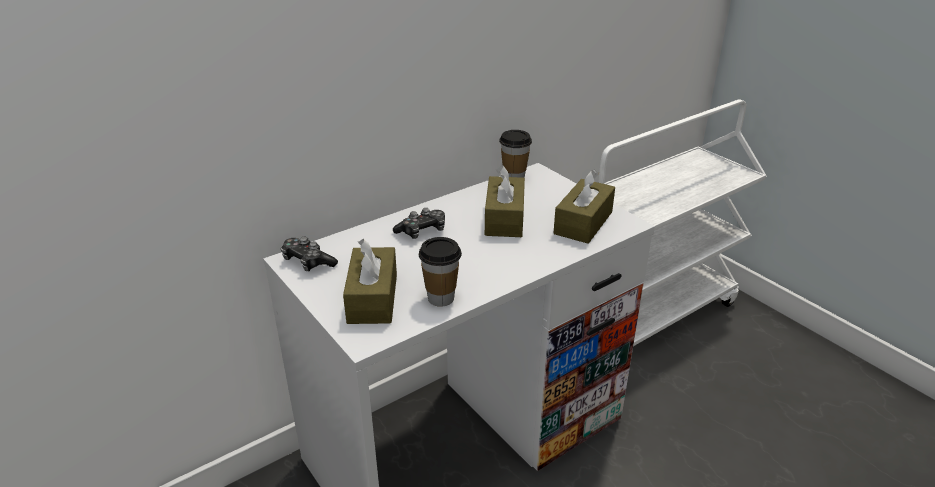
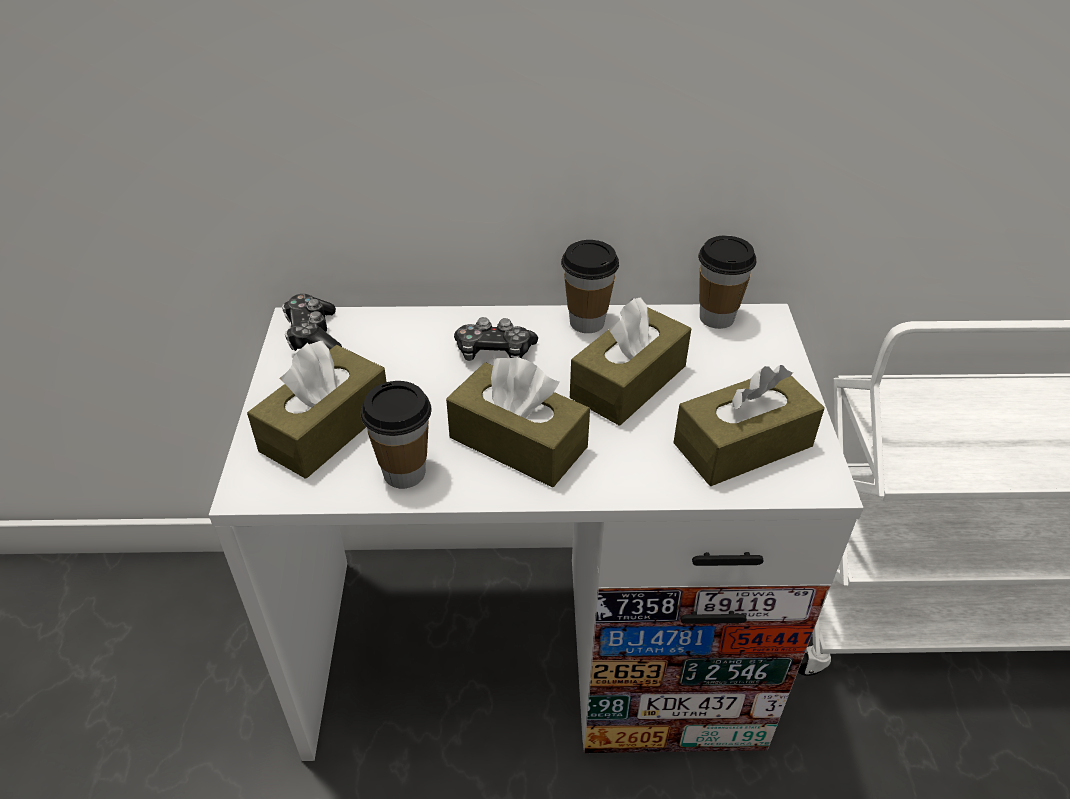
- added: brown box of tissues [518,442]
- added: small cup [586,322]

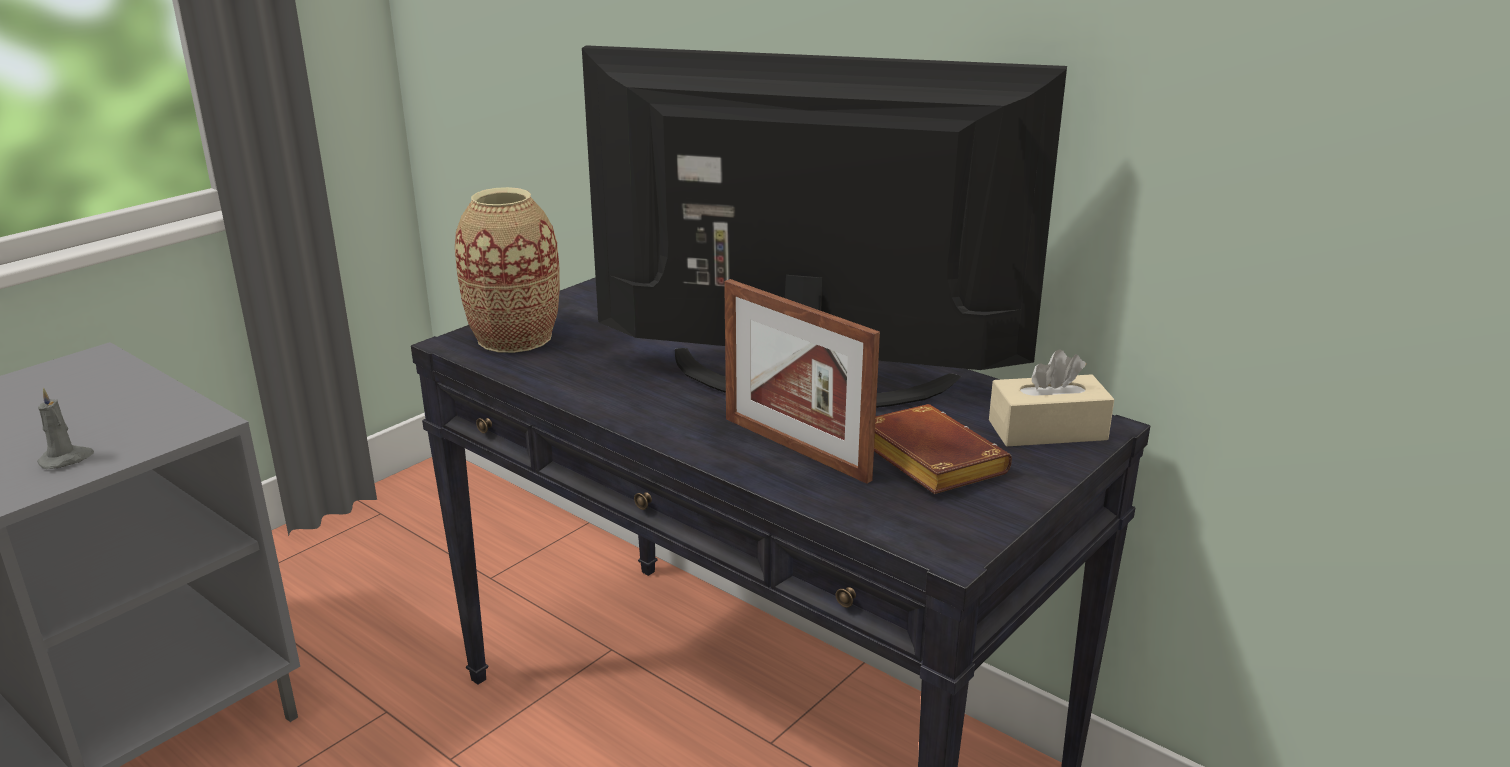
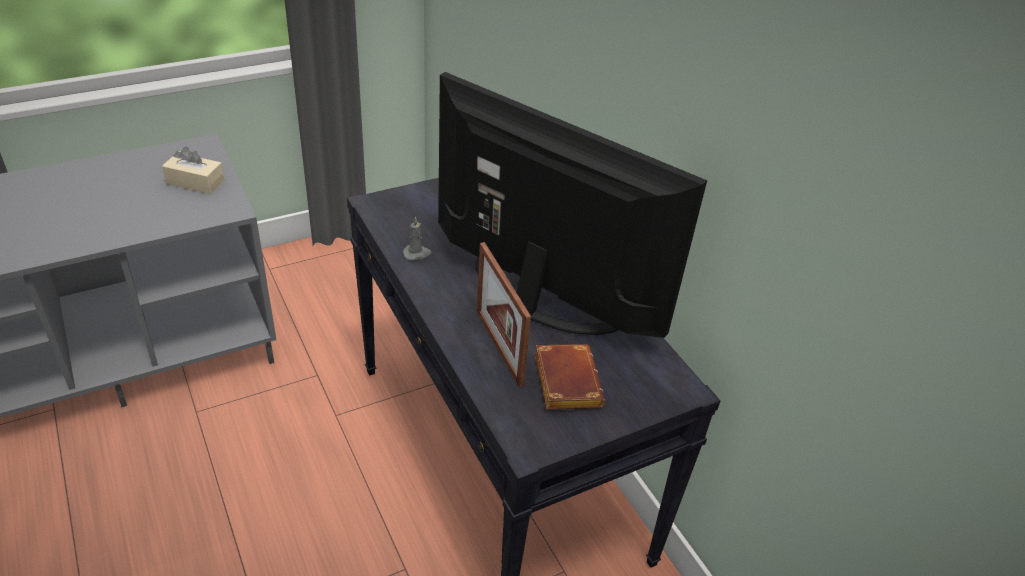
- removed: vase [514,337]
- moved: gray wax light [67,459] to [417,253]
- moved: beige-coloured box of tissues [1047,430] to [195,182]

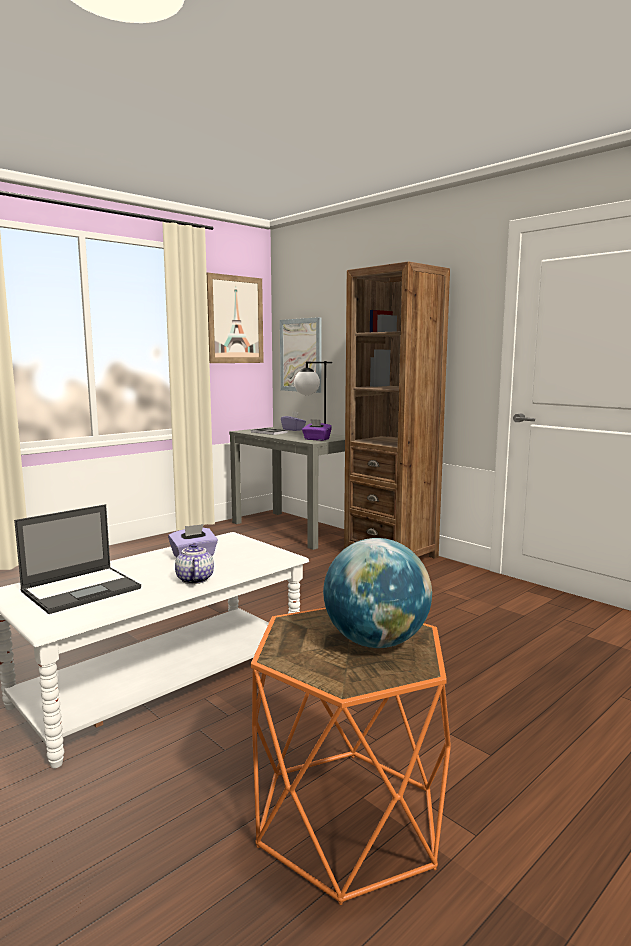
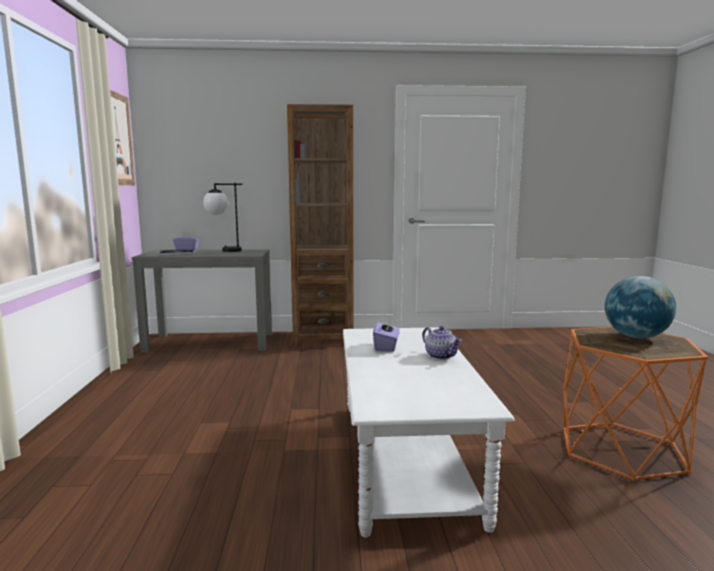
- removed: laptop [82,589]
- removed: wall picture [301,355]
- removed: purple box of tissues [316,439]
- turned: teapot [194,579] = [441,356] 150 degrees counterclockwise

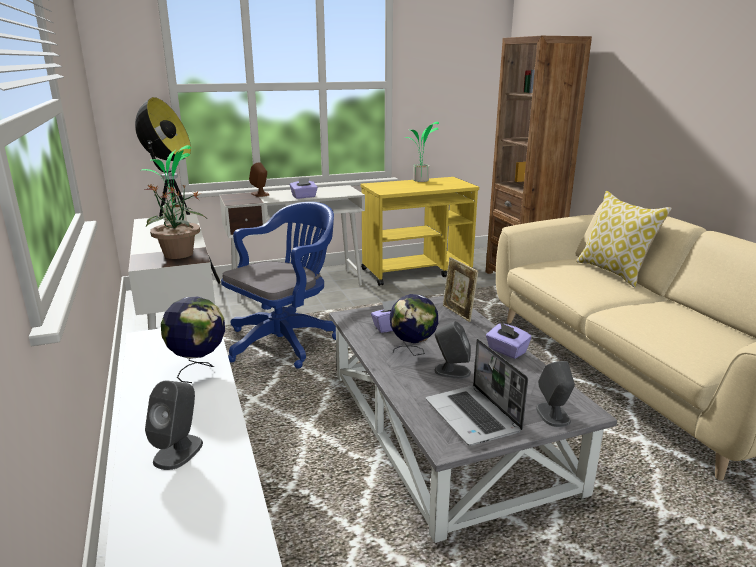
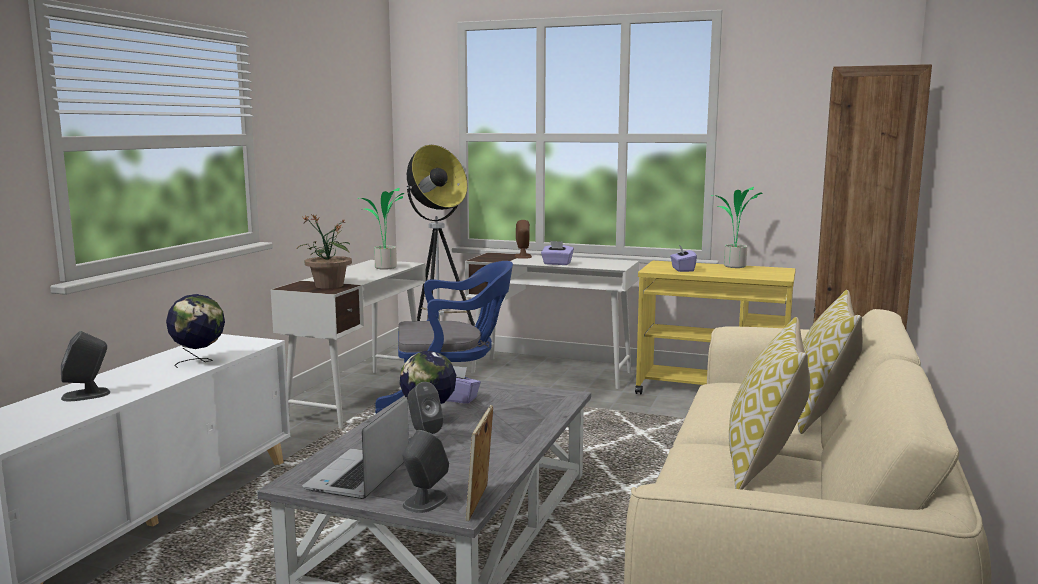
- added: throw pillow [763,465]
- moved: picture frame [458,313] to [480,504]
- moved: purple box of tissues [506,351] to [682,269]

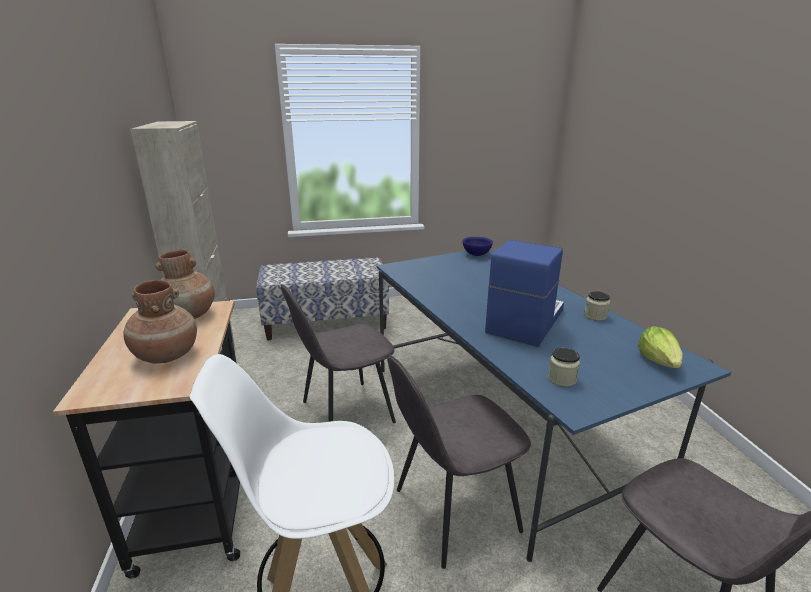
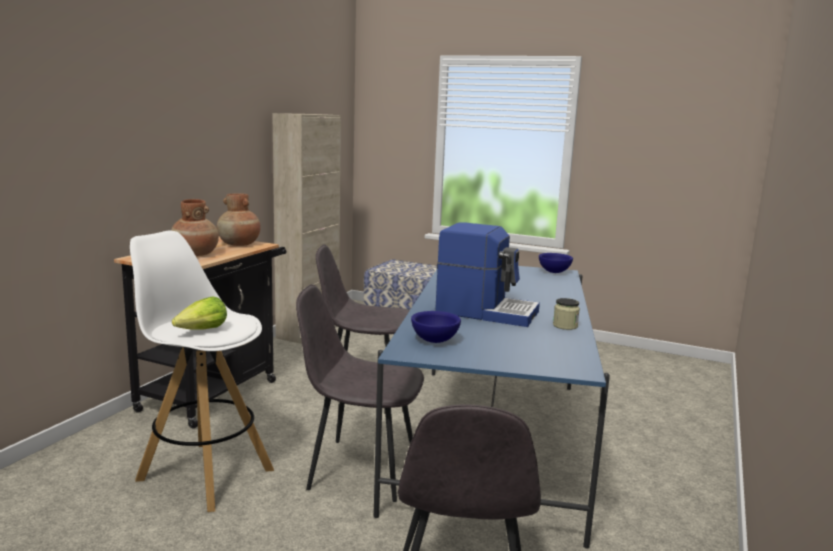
- moved: lettuce [659,361] to [203,330]
- replaced: storage jar [562,379] to blue deep dish [434,340]
- turned: coffee machine [524,321] = [486,312] 45 degrees clockwise

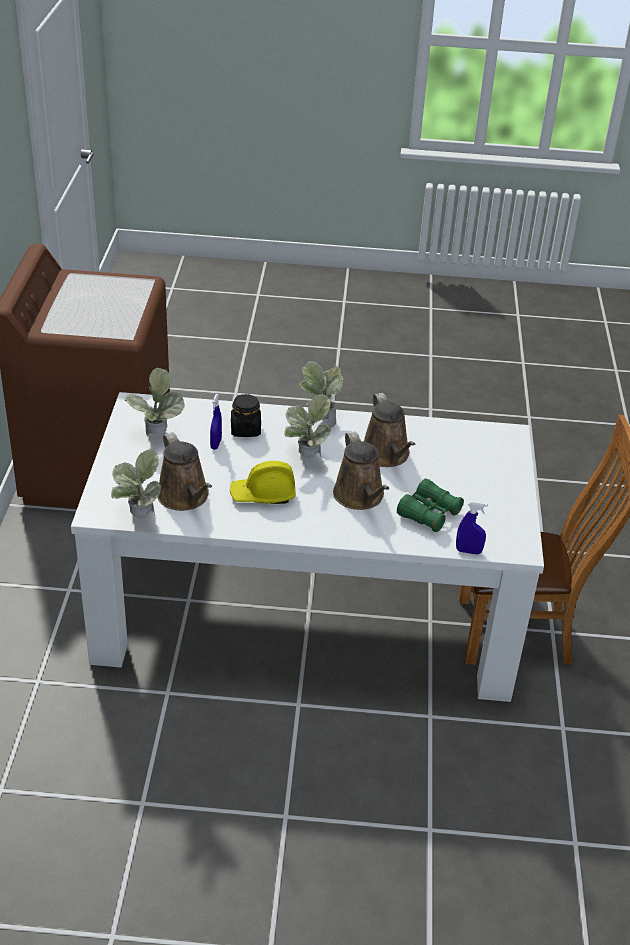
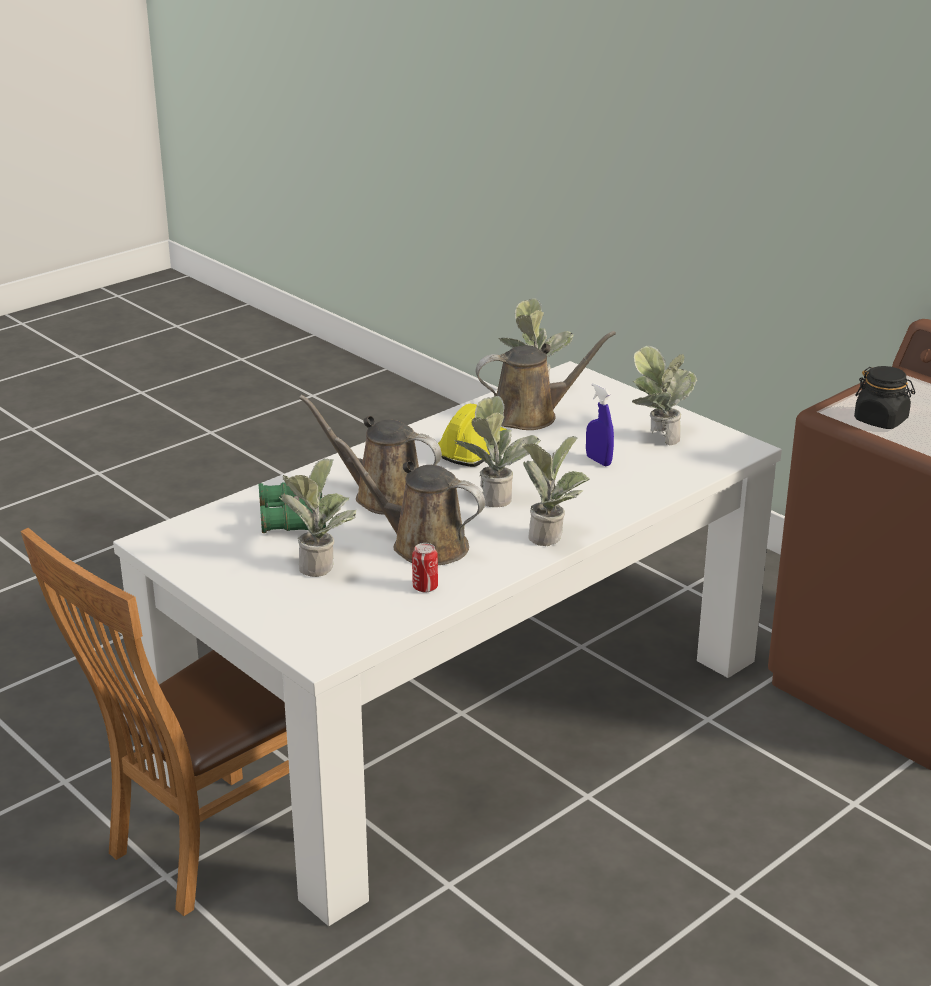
- removed: blue spray bottle [468,551]
- added: potted plant [320,564]
- added: metal can [425,587]
- moved: black-coloured storage jar [245,429] to [881,420]
- turned: brown watering can [185,497] = [531,415] 150 degrees clockwise

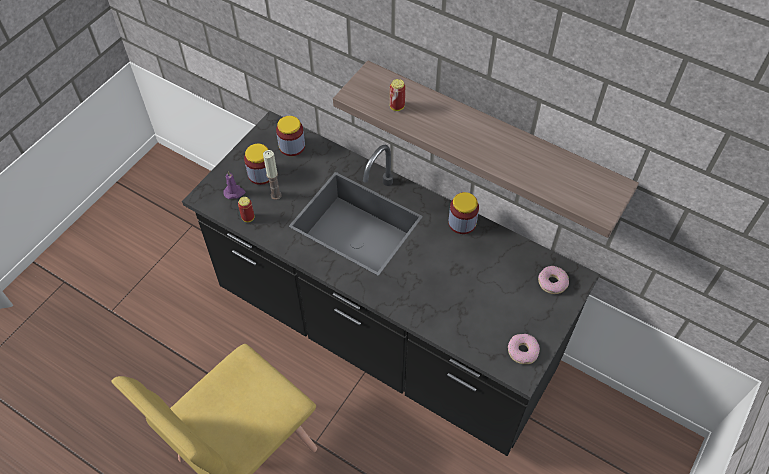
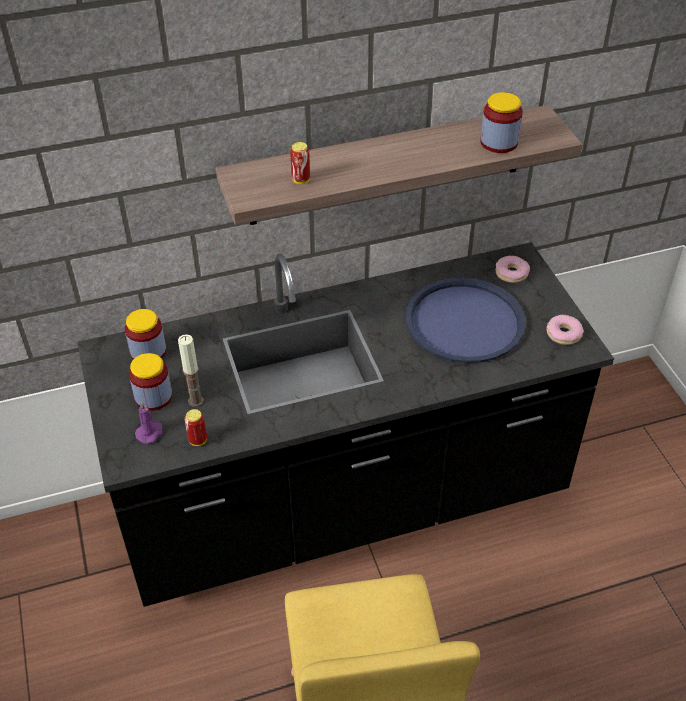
- added: blue serving tray [464,321]
- moved: storage jar [462,223] to [499,142]

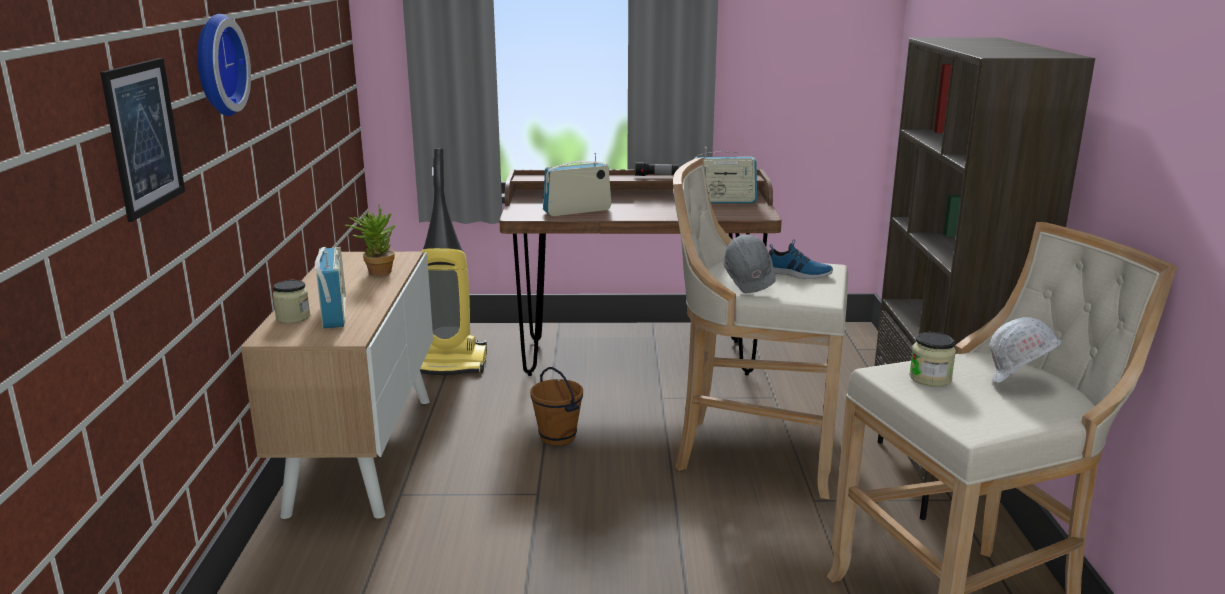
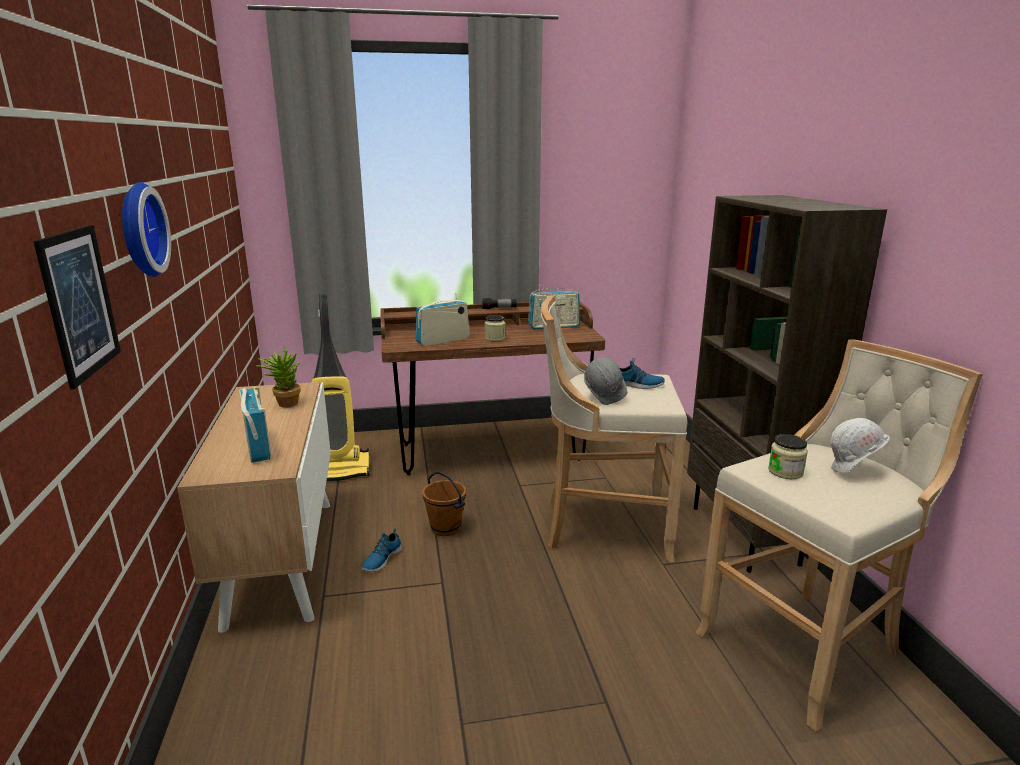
- added: item of footwear [381,559]
- moved: storage jar [293,317] to [494,338]

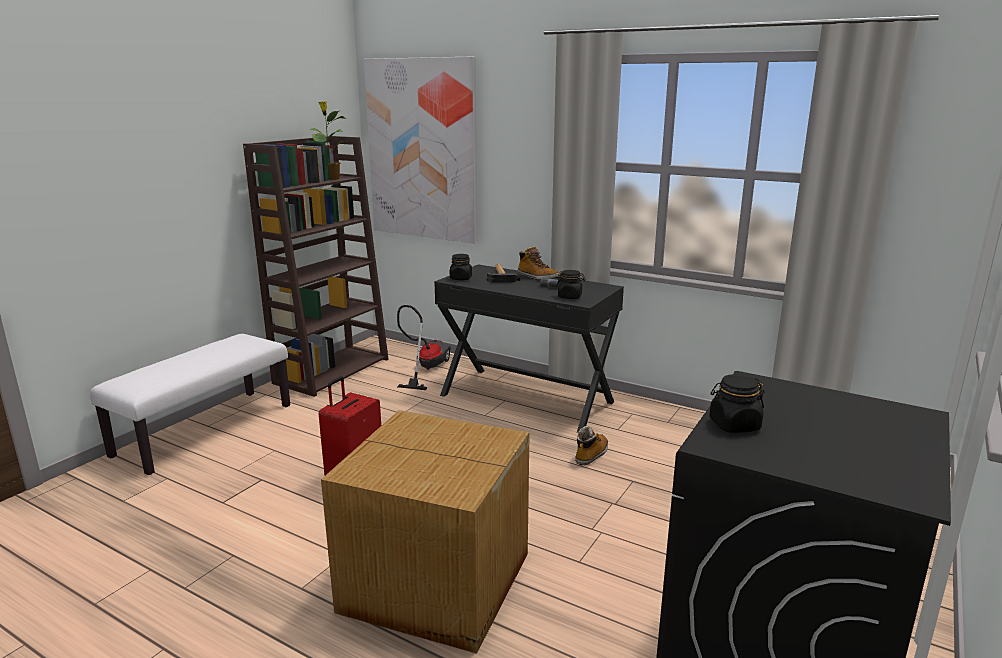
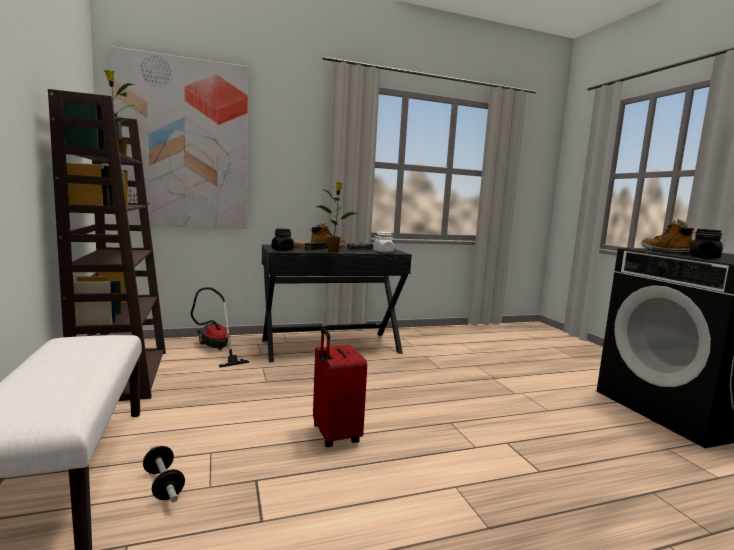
- removed: carton [437,584]
- added: free weight [163,485]
- added: potted plant [333,251]
- moved: tall boot [591,455] to [665,251]
- recoloured: black-coloured storage jar [570,297] to white storage jar [383,251]

